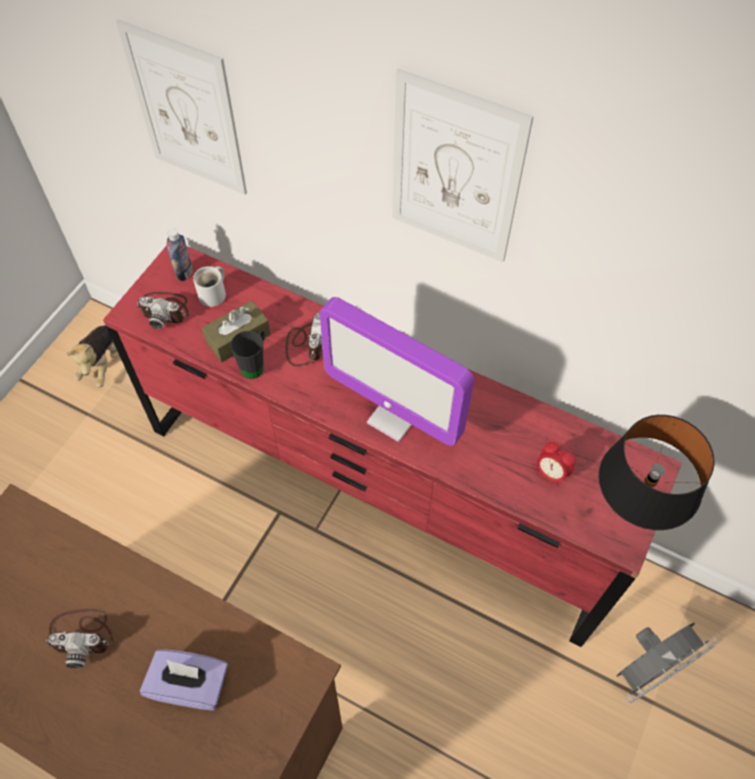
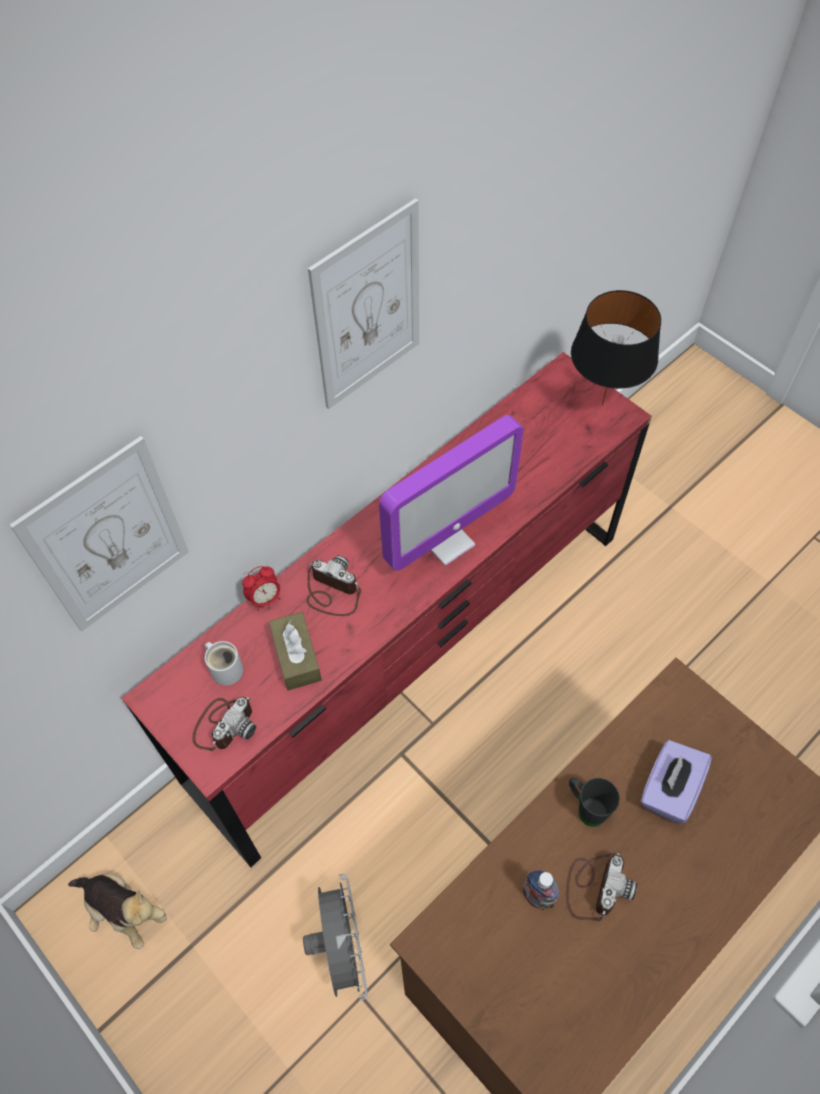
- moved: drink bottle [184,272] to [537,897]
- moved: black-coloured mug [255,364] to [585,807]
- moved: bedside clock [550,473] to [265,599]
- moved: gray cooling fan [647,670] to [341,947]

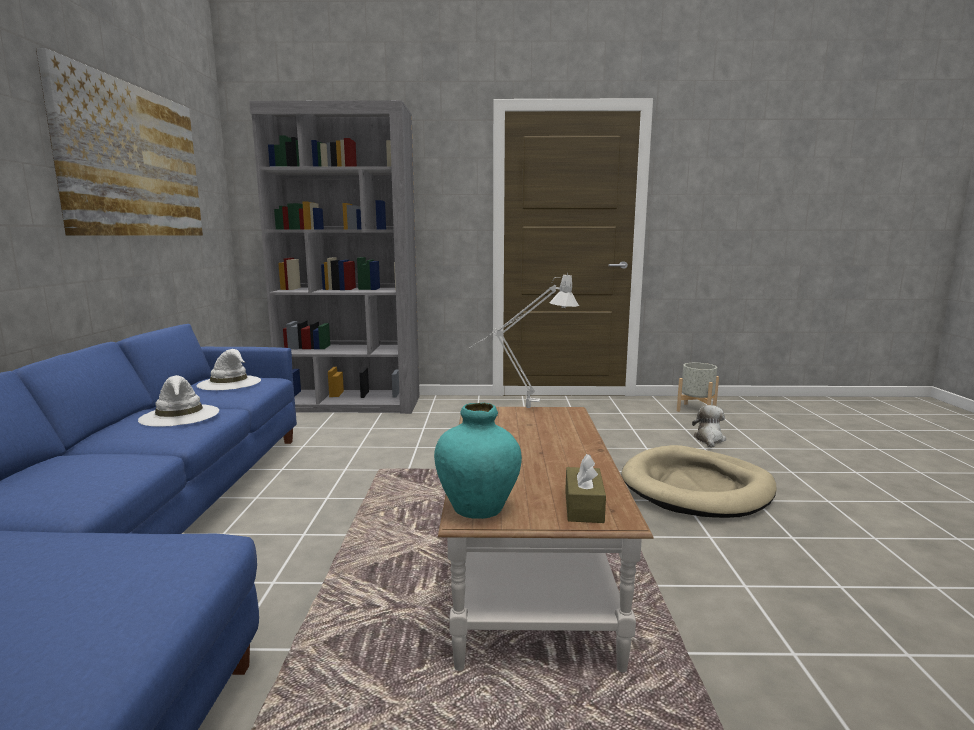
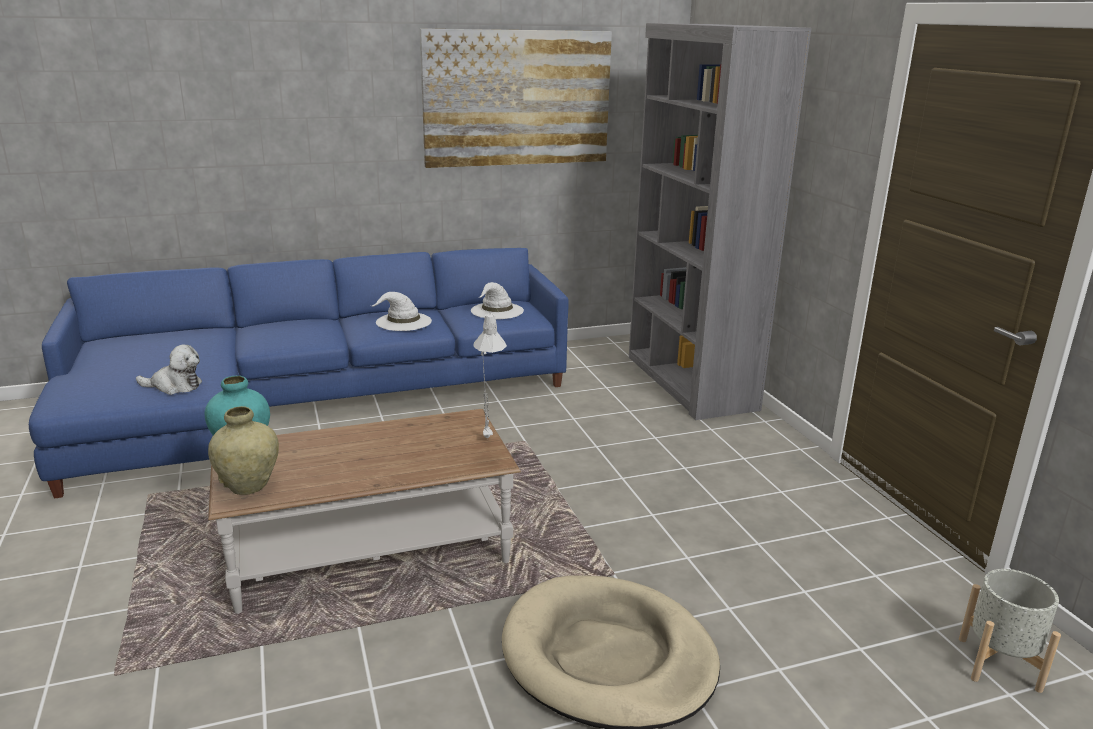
- moved: plush toy [709,439] to [175,386]
- replaced: brown box of tissues [583,506] to beige-coloured vase [249,486]

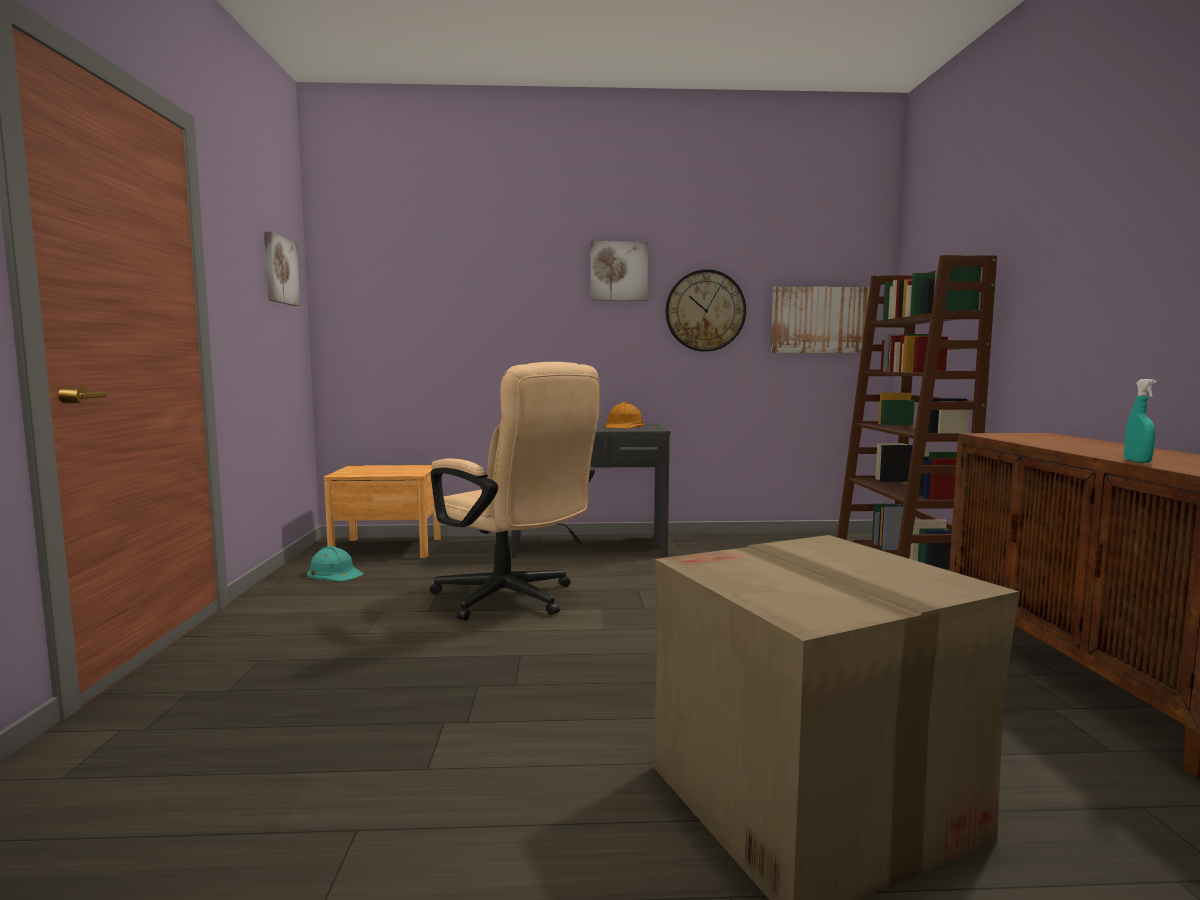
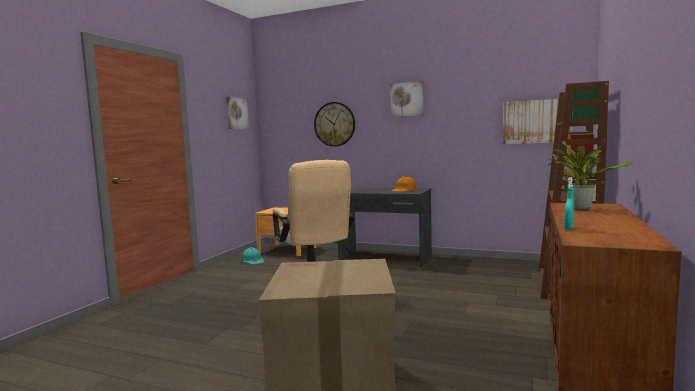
- added: potted plant [579,208]
- moved: clock on the wall [705,311] to [334,124]

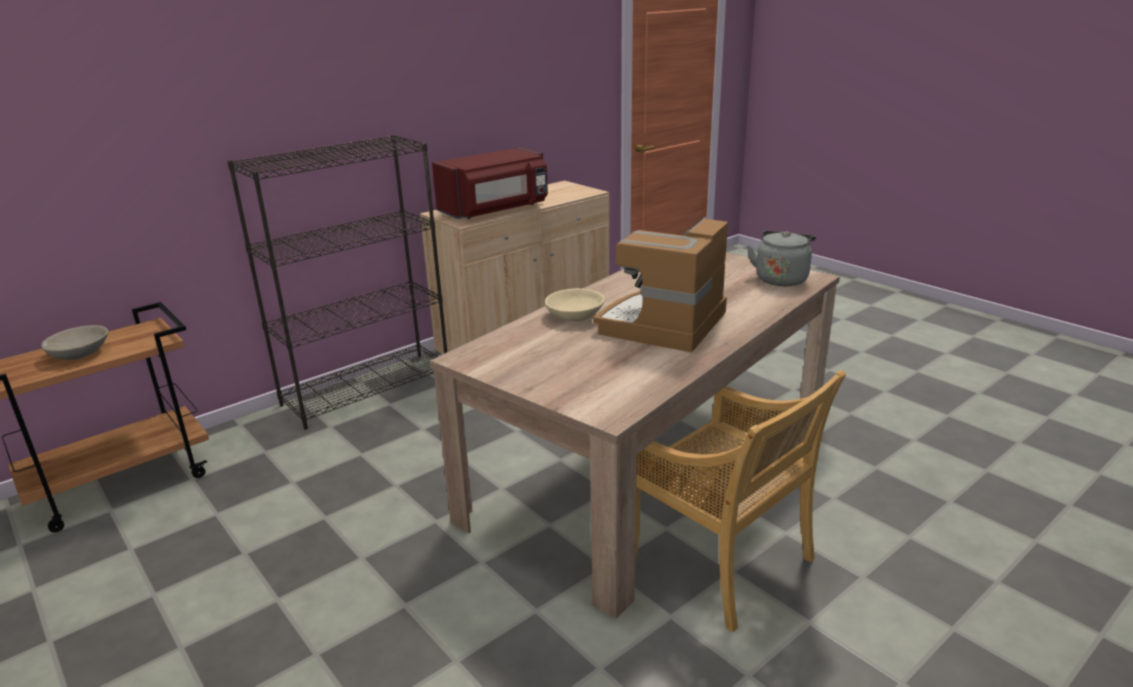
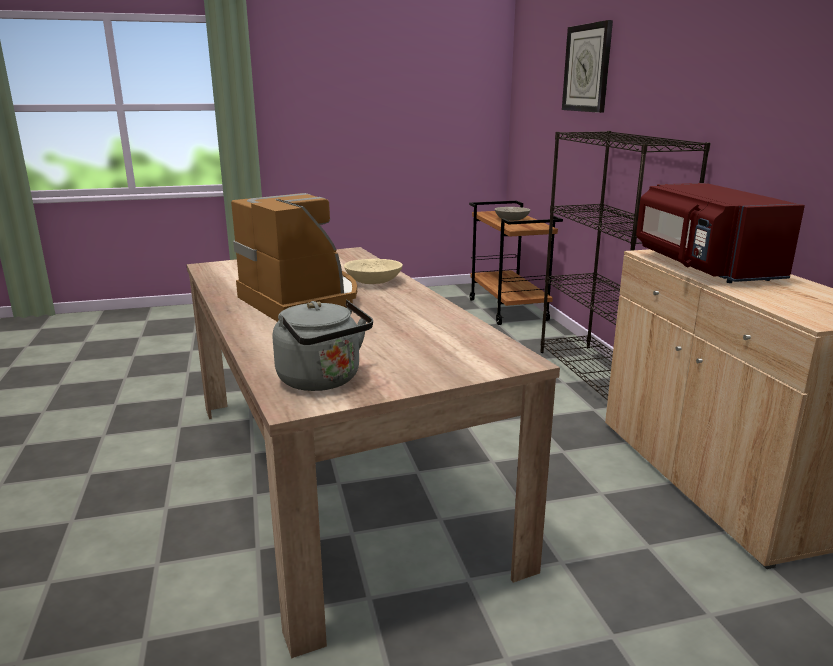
- removed: beige-coloured plain chair [722,562]
- added: clock on the wall [587,68]

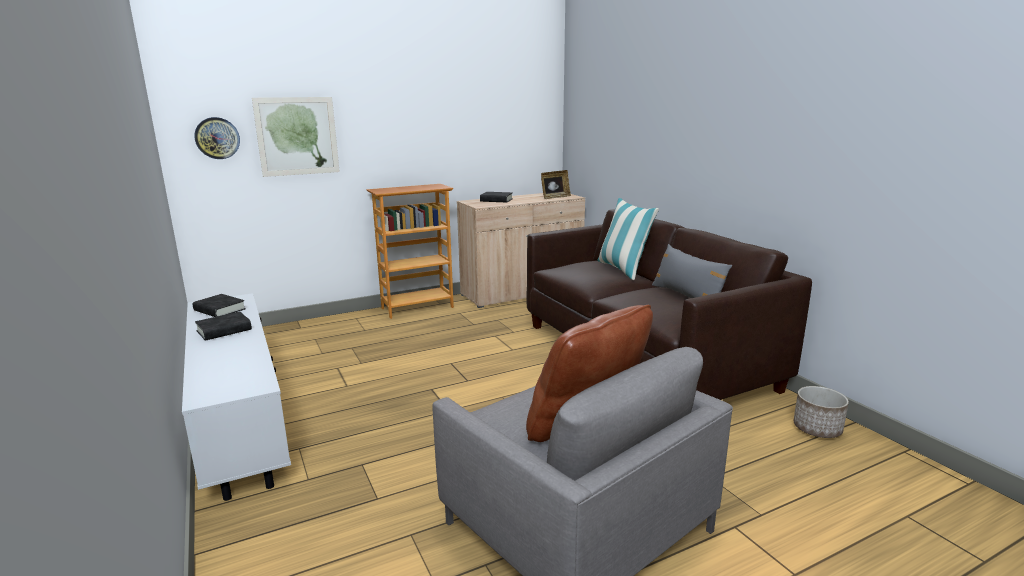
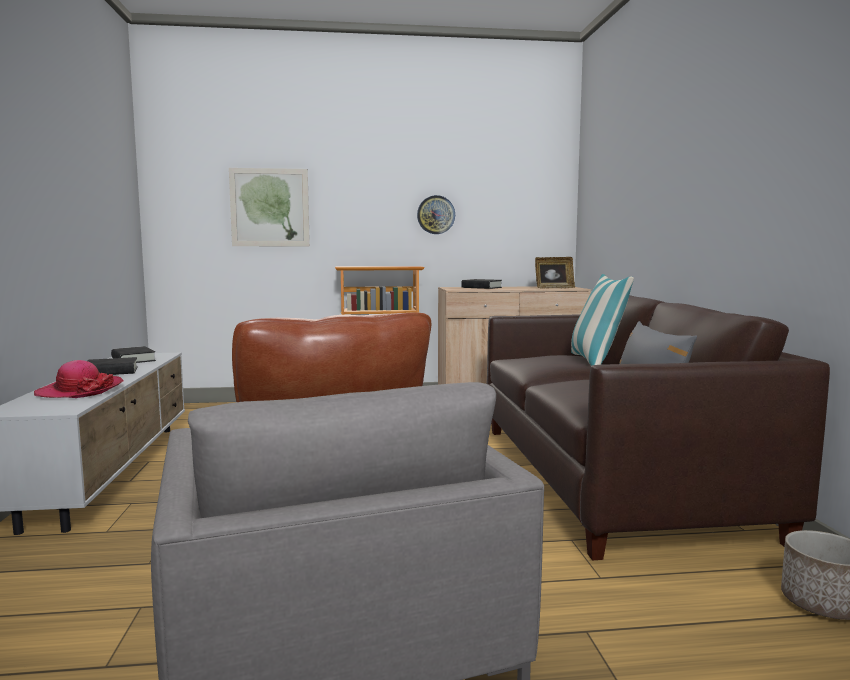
- added: clothing hat [79,391]
- moved: clock on the wall [217,138] to [436,215]

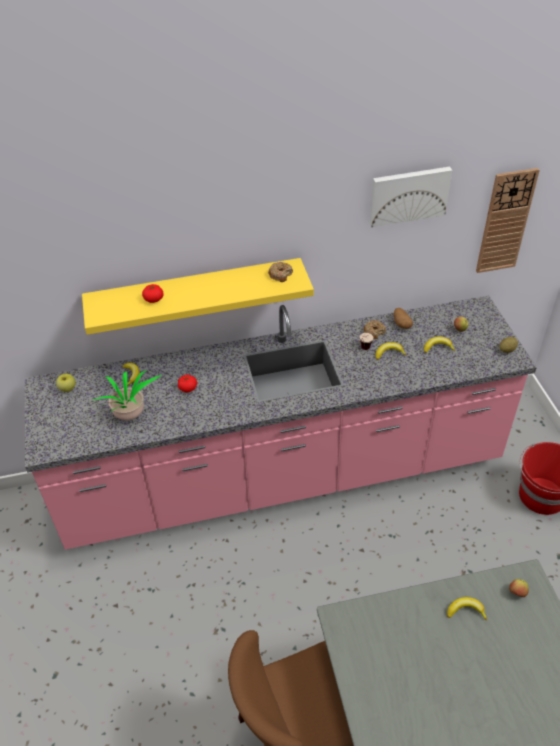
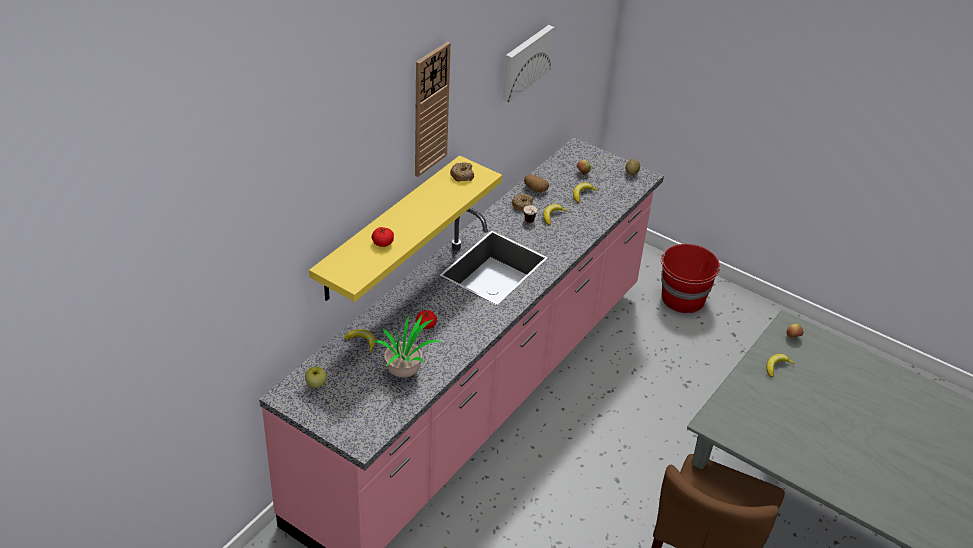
- moved: clock on the wall [505,222] to [430,110]

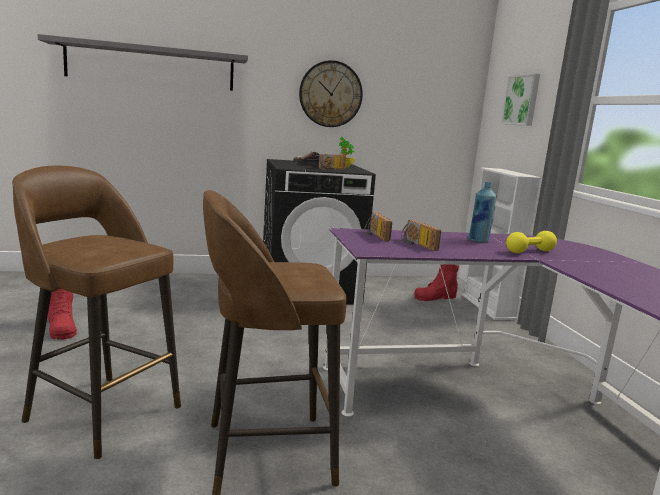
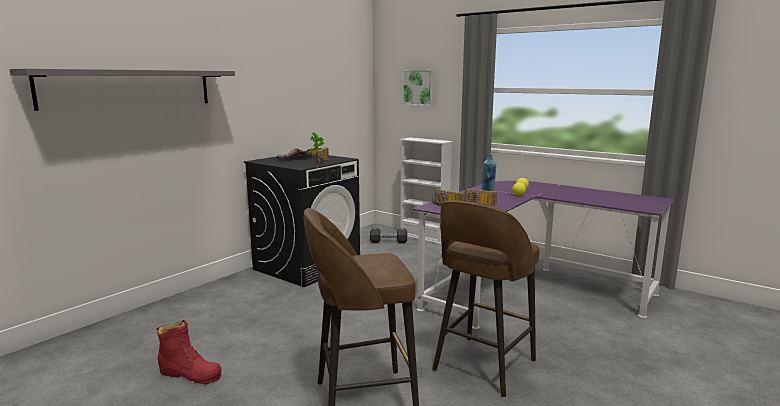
- removed: clock on the wall [330,94]
- replaced: red tall boot [435,297] to black-coloured free weight [388,242]

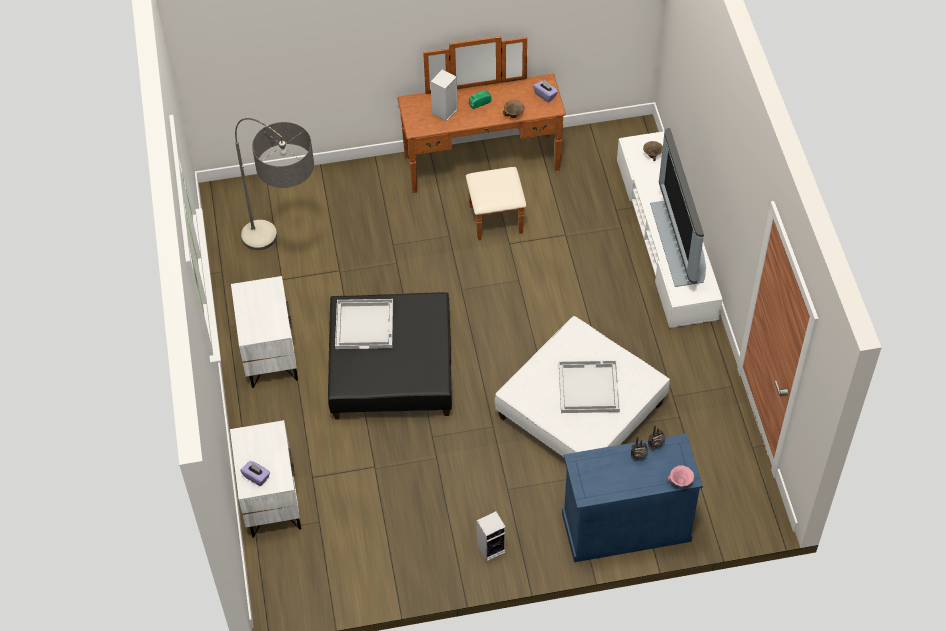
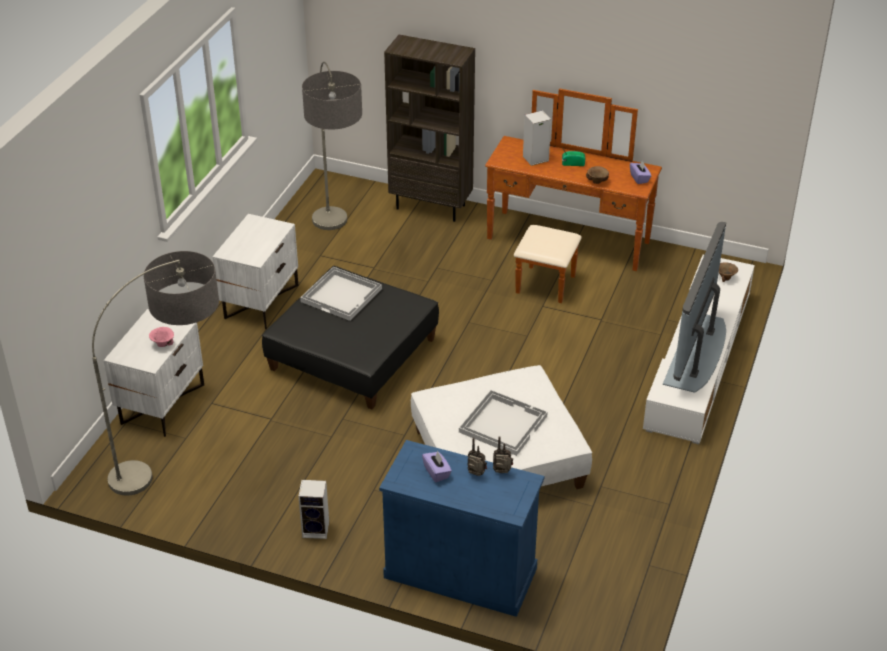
- added: standing lamp [181,463]
- added: brown bookcase [431,206]
- moved: purple box of tissues [256,477] to [437,472]
- moved: pink deep dish [680,482] to [162,344]

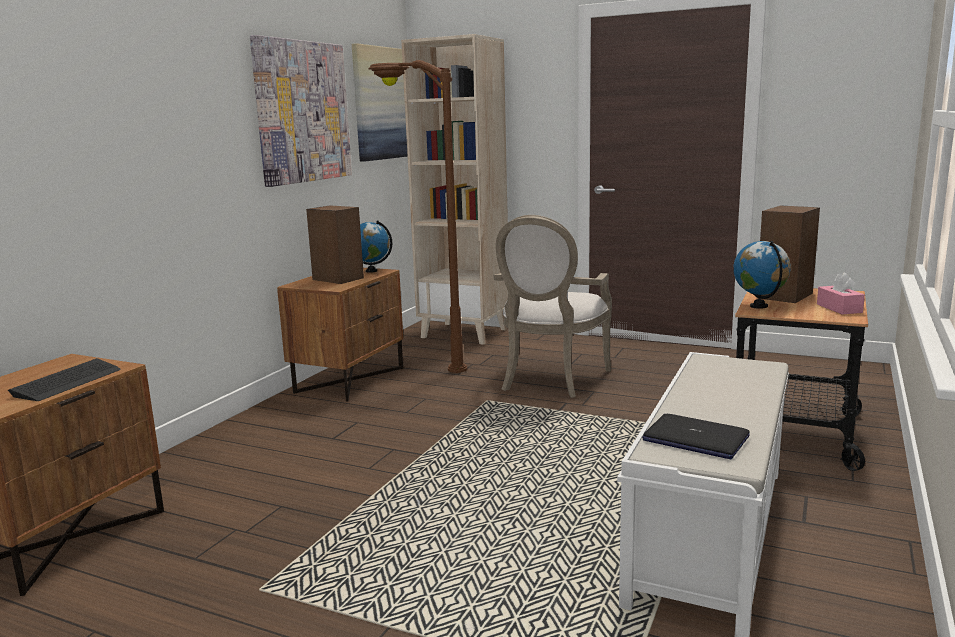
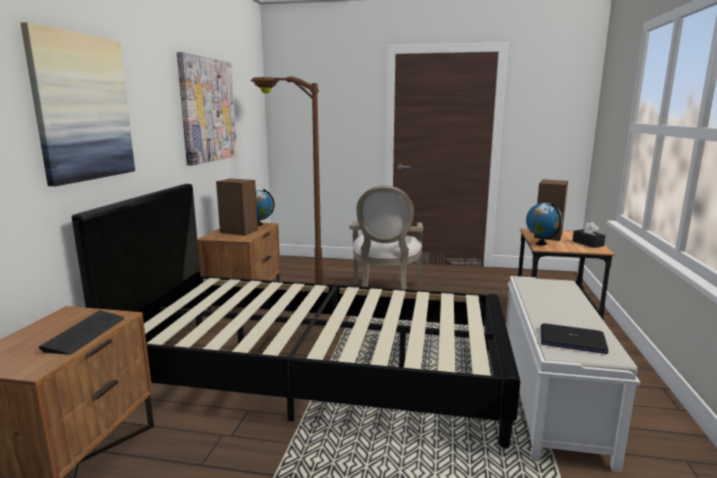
- removed: beige-coloured bookcase [465,333]
- added: black-coloured bedroom bed [317,372]
- moved: wall picture [380,103] to [82,108]
- recoloured: pink box of tissues [839,308] to black-coloured box of tissues [587,243]

